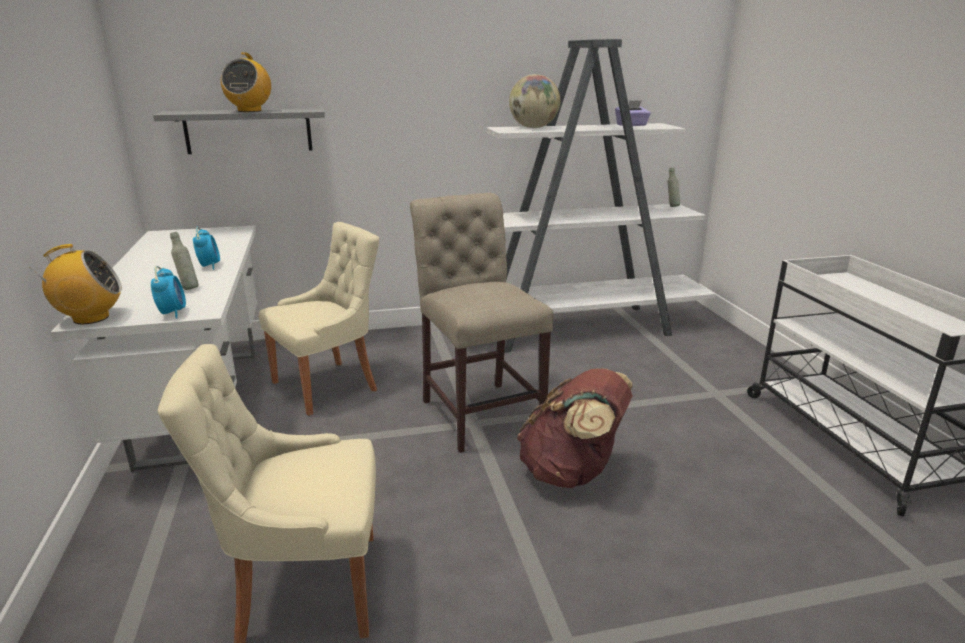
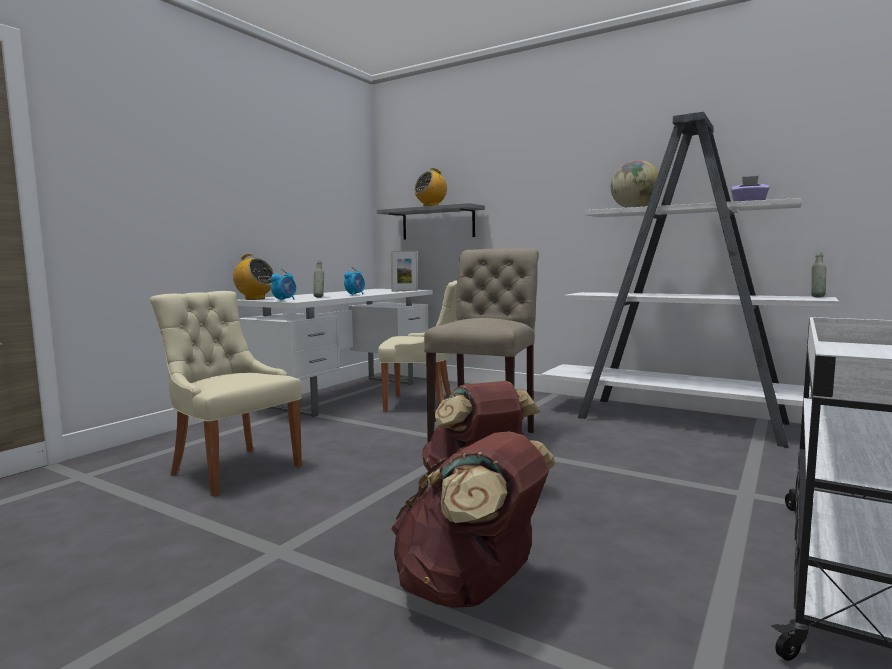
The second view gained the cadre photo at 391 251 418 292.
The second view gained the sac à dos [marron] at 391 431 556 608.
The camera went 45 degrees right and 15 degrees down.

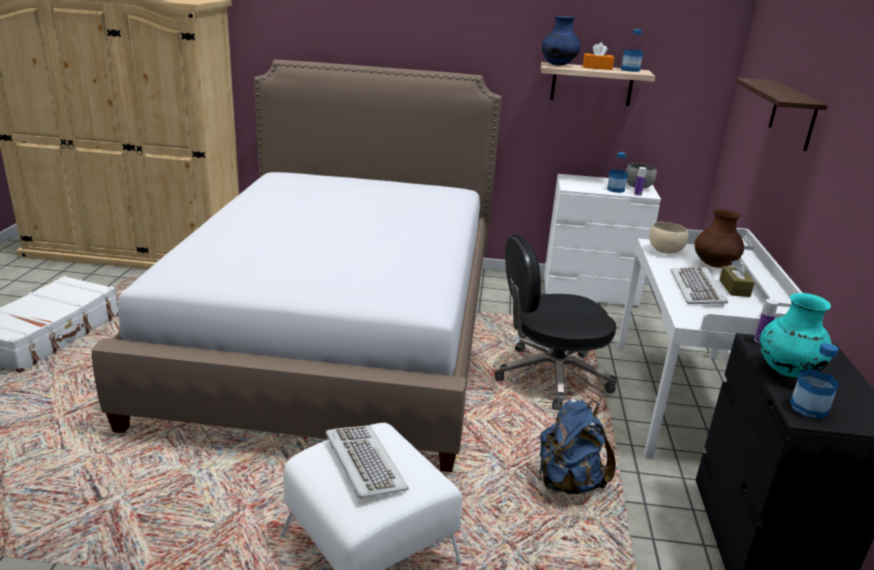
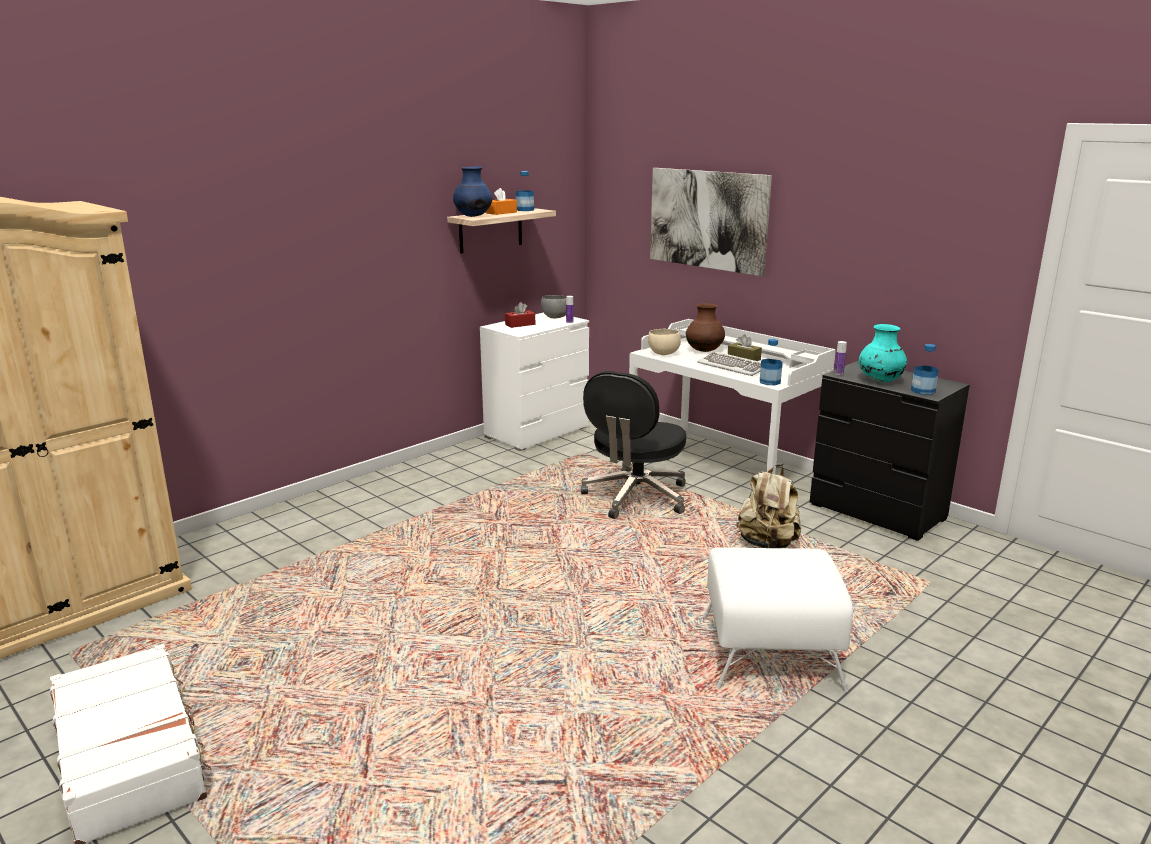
The second view lost the lit at 92 60 502 472.
Where the étagère hung at 735 78 828 151, the tableau came to hang at 650 168 772 276.
The bouteille ended up elsewhere, having gone from 607 152 628 193 to 760 339 783 385.
What was the sac à dos [bleu] at 538 398 616 494 turned into the sac à dos [beige] at 736 464 801 548.
The second view lost the clavier at 326 425 409 499.
The second view gained the boîte à mouchoirs [rouge] at 505 302 535 328.
The camera went 50 degrees left and 5 degrees down.

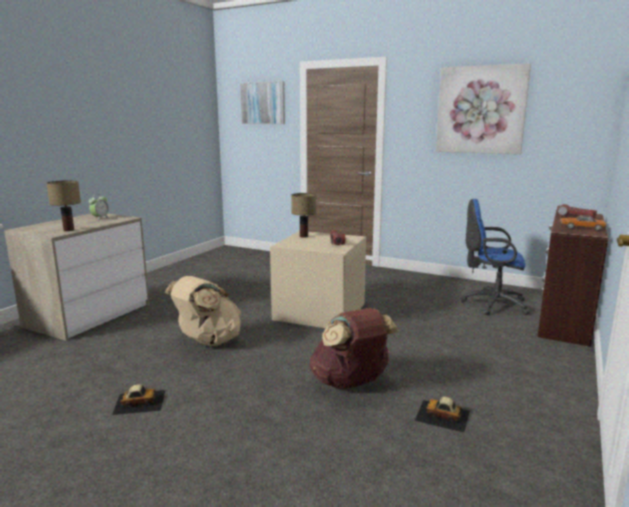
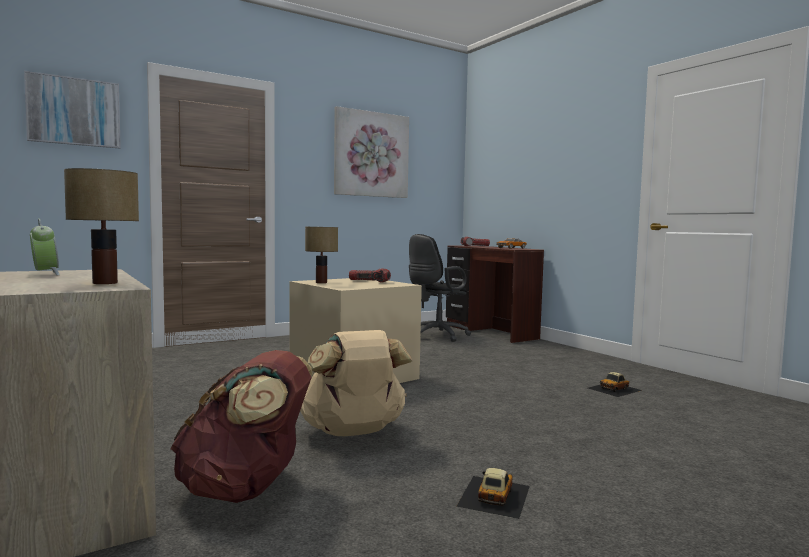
What was the chaise de bureau [bleu] at 461 199 530 315 turned into the chaise de bureau [noir] at 409 234 471 342.
The sac à dos [marron] ended up elsewhere, having gone from 309 308 400 389 to 171 350 313 503.
The camera went 60 degrees left and 10 degrees down.

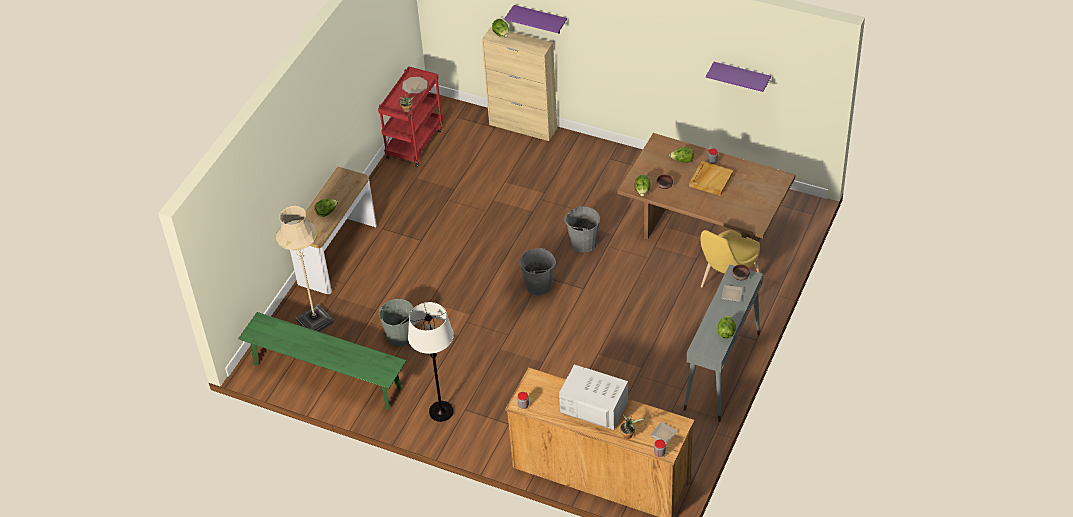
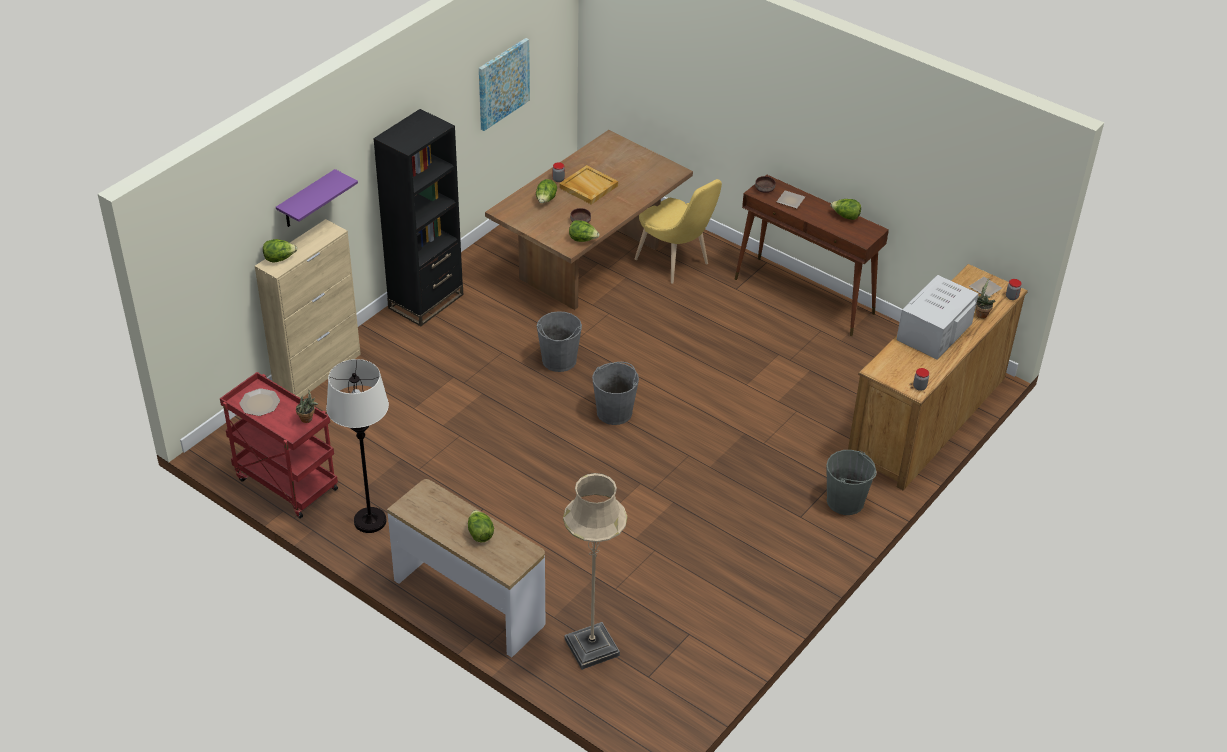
Where the étagère [violet] hung at 706 62 771 92, the tableau came to hang at 479 38 530 131.
What was the table console [gris] at 684 264 763 422 turned into the table console [marron] at 735 175 889 336.
The seau [gris] ended up elsewhere, having gone from 379 299 414 346 to 826 450 876 515.
The lampadaire [blanc] ended up elsewhere, having gone from 408 302 454 422 to 326 359 389 533.
The second view lost the banc [vert] at 238 312 406 410.
The second view gained the bibliothèque [noir] at 373 109 463 326.
The camera went 80 degrees left and 5 degrees down.

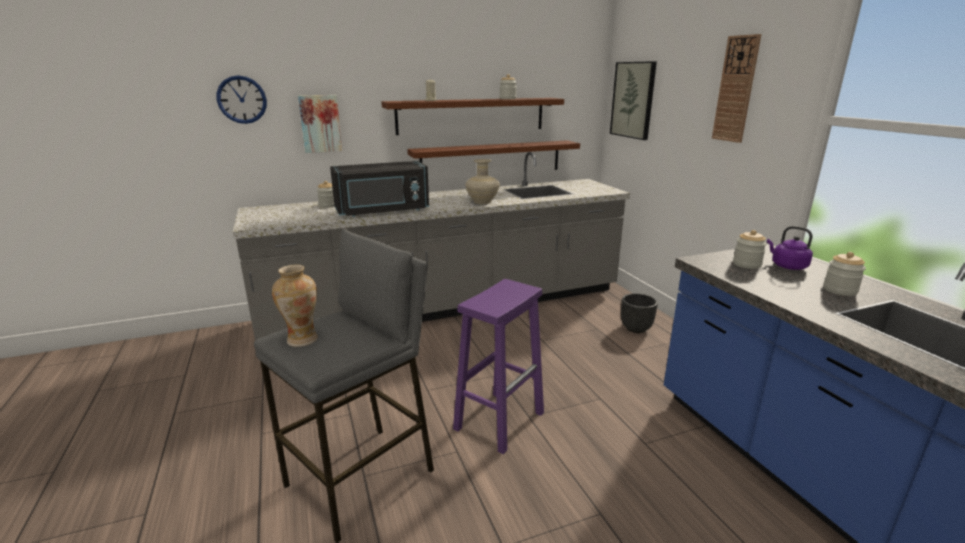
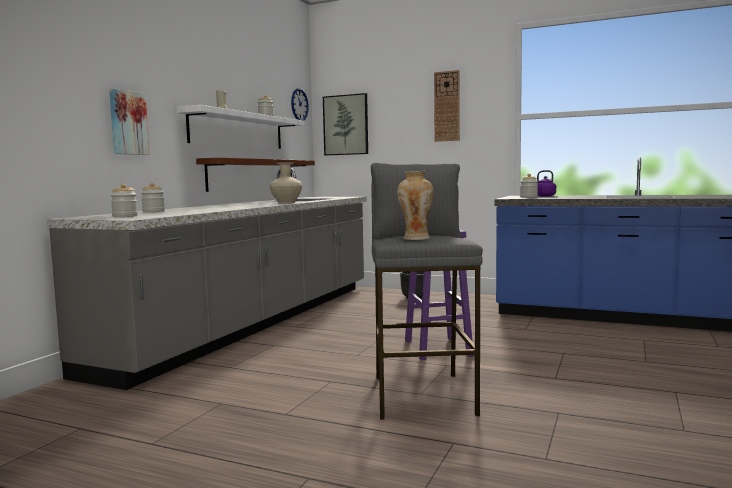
The horloge murale ended up elsewhere, having gone from 216 75 267 124 to 291 88 309 121.
What was the étagère [marron] at 381 98 564 135 turned into the étagère [blanc] at 177 105 304 149.
The second view lost the micro-ondes [noir] at 330 161 429 217.
The bocal ended up elsewhere, having gone from 823 252 866 296 to 111 184 138 217.
The camera went 45 degrees left and 15 degrees down.

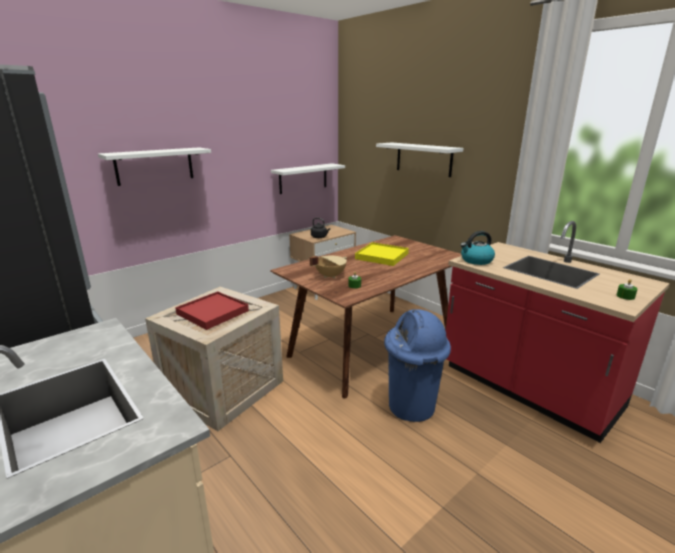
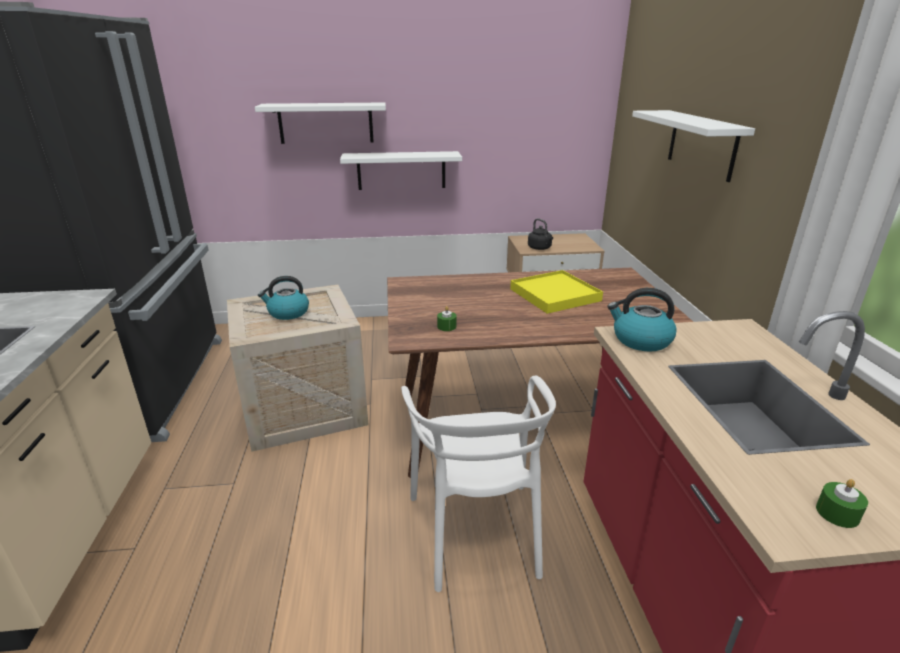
The étagère [blanc] ended up elsewhere, having gone from 271 163 345 194 to 340 151 462 190.
The second view lost the marmite [beige] at 310 256 347 279.
Where the plateau [rouge] stood at 175 291 249 330, the bouilloire came to stand at 258 276 309 320.
Where the poubelle [bleu] stood at 384 309 451 422, the chaise [blanc] came to stand at 401 376 556 592.
The camera went 35 degrees right and 5 degrees up.

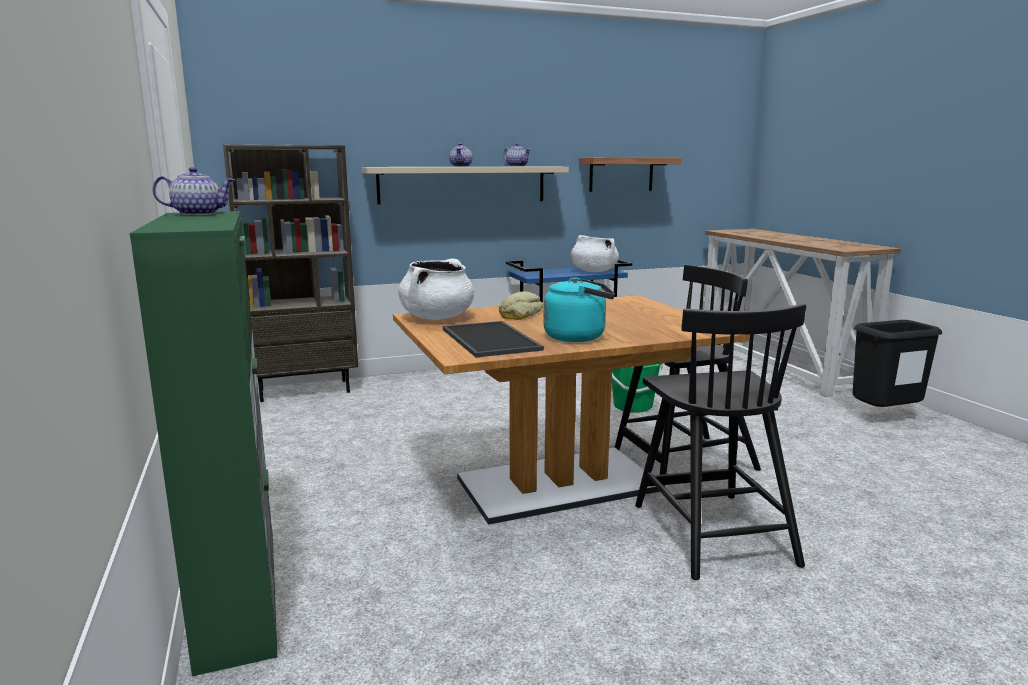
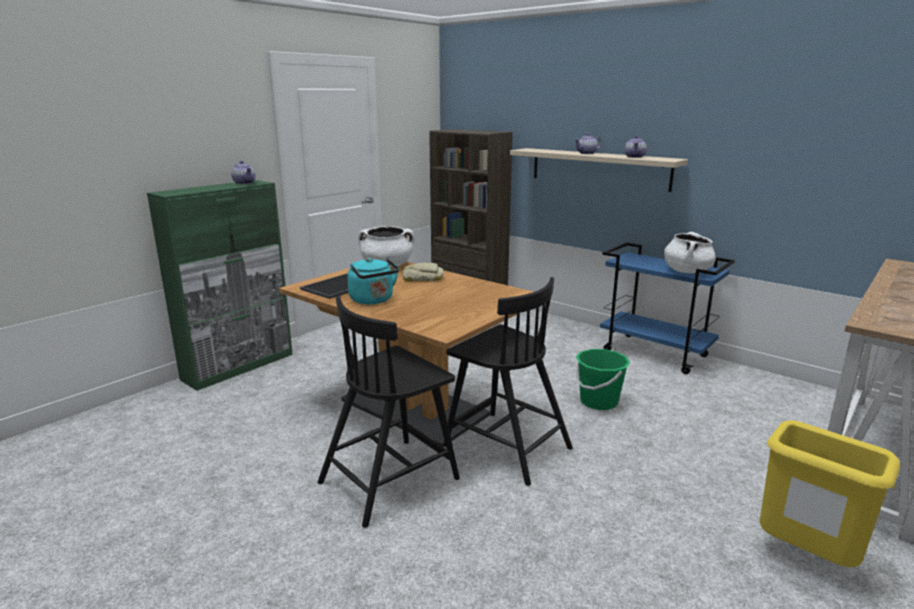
The second view lost the étagère at 579 158 681 192.
What was the poubelle [noir] at 852 320 942 407 turned into the poubelle [jaune] at 759 420 900 567.
The camera went 60 degrees right and 5 degrees up.

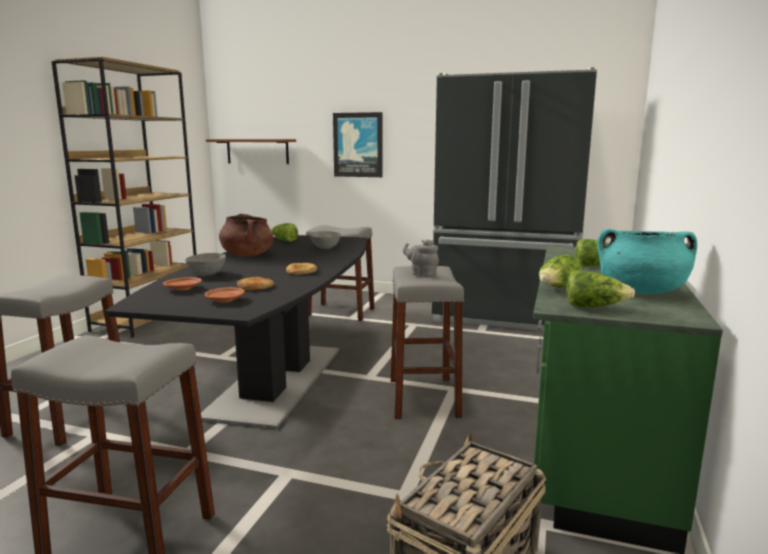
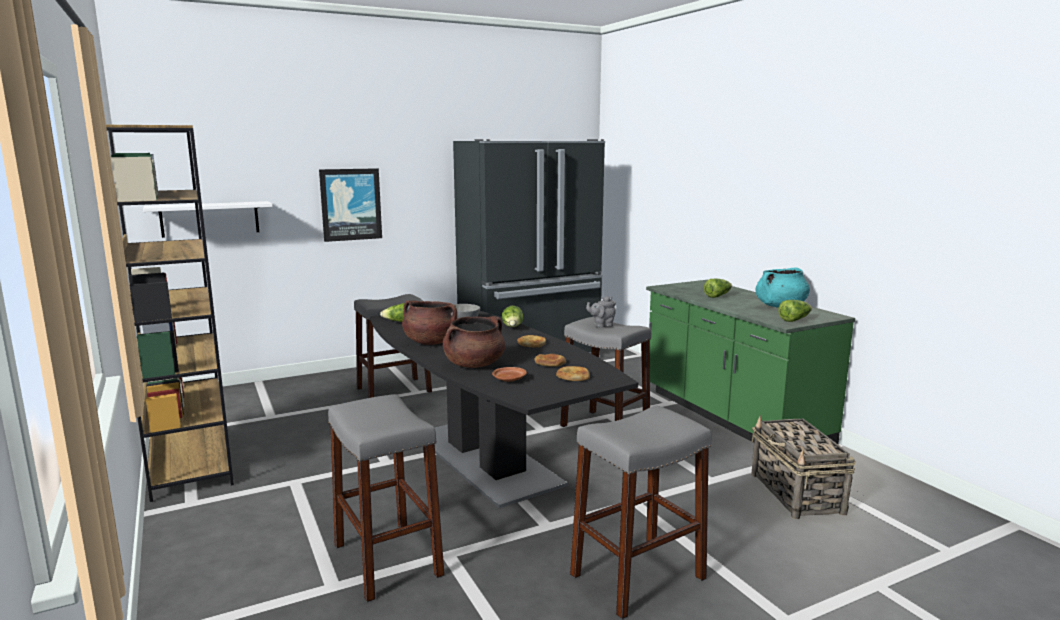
What was the étagère [marron] at 206 139 296 164 turned into the étagère [blanc] at 143 201 273 238.
Where the bol [gris] stood at 185 253 226 276, the marmite [marron] came to stand at 443 316 505 368.
The laitue ended up elsewhere, having gone from 539 254 582 287 to 502 306 523 327.
Where the assiette [marron] stood at 205 287 245 302, the pain came to stand at 556 366 590 381.
The camera went 45 degrees left and 0 degrees up.

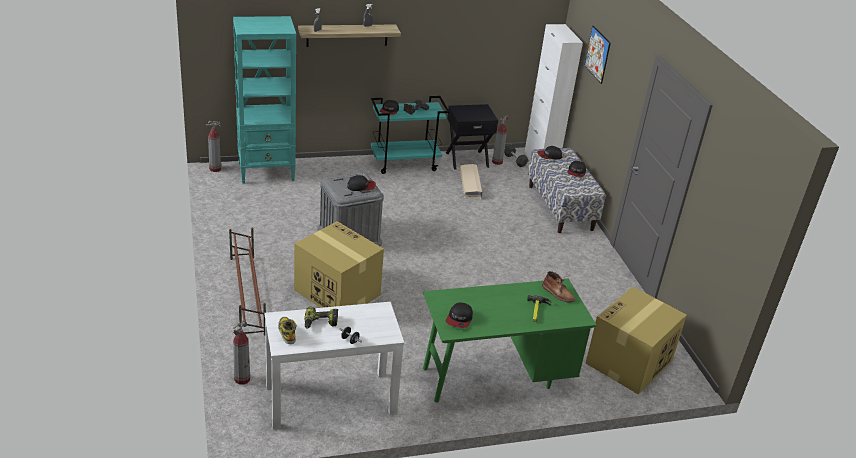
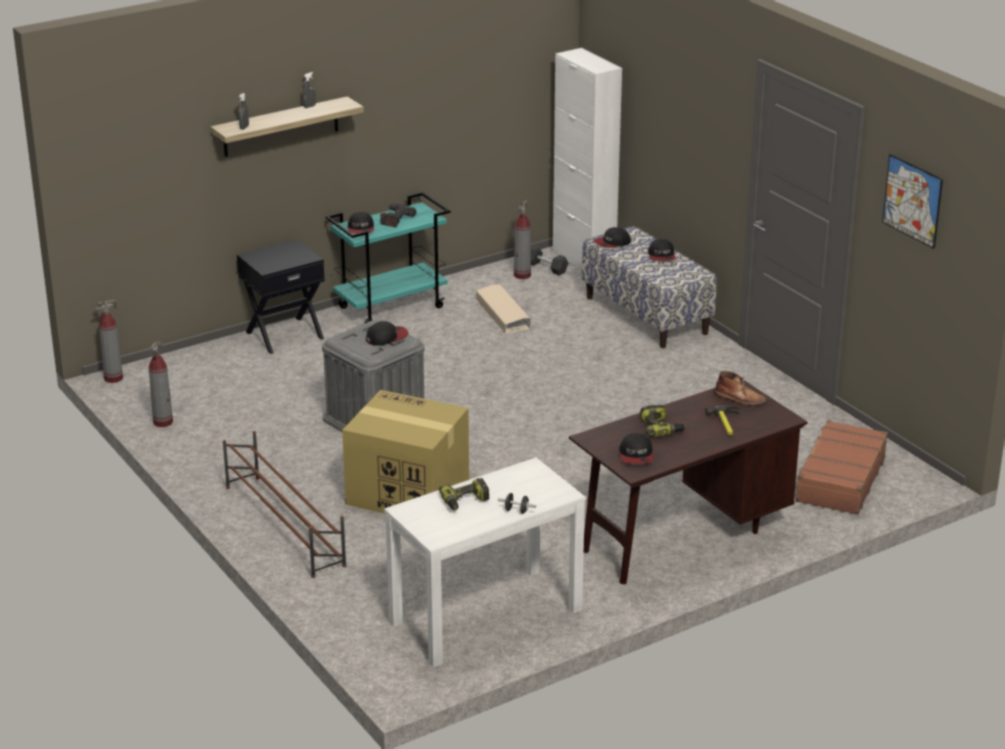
The second view lost the bibliothèque [turquoise] at 233 16 296 184.
The tableau ended up elsewhere, having gone from 584 26 611 84 to 882 154 943 249.
The table de chevet [noir] ended up elsewhere, having gone from 446 104 498 170 to 237 239 325 354.
What was the bureau [vert] at 423 278 597 403 turned into the bureau [marron] at 569 380 807 584.
Where the carton stood at 586 287 687 395, the valise [marron] came to stand at 795 420 888 515.
The second view lost the botte at 278 317 297 344.
The extincteur ended up elsewhere, having gone from 233 320 250 385 to 149 341 173 427.
The second view gained the perceuse at 640 405 686 436.
The camera went 15 degrees left and 5 degrees down.

